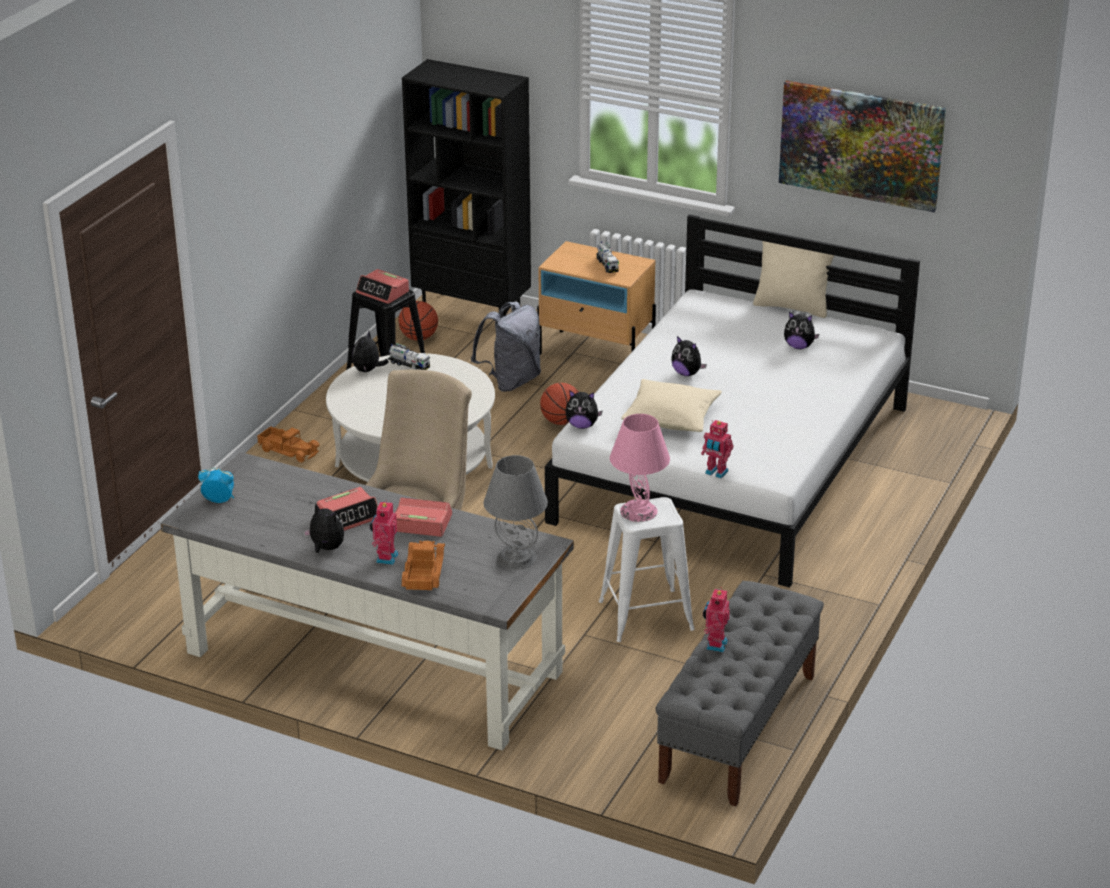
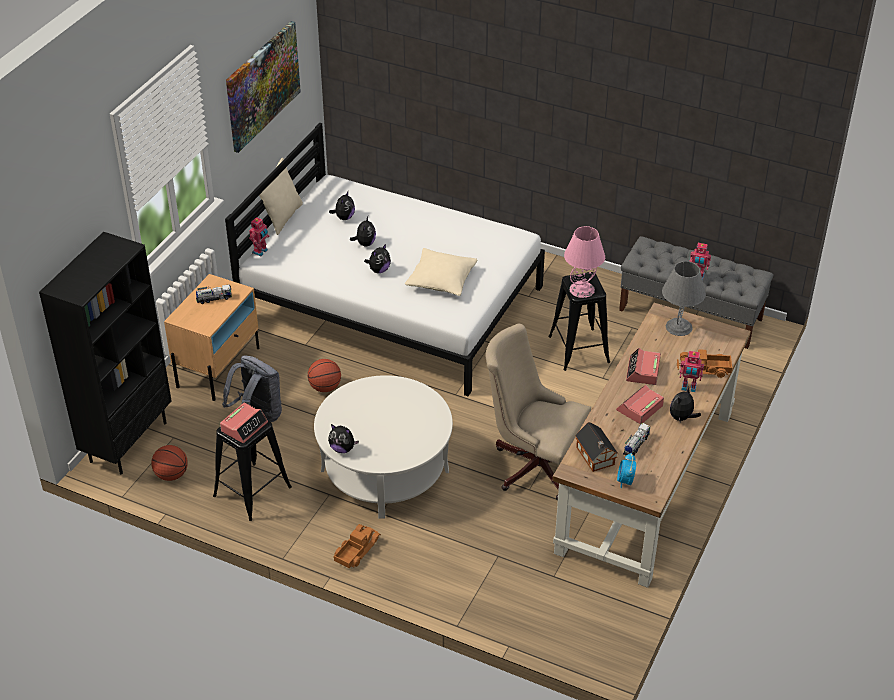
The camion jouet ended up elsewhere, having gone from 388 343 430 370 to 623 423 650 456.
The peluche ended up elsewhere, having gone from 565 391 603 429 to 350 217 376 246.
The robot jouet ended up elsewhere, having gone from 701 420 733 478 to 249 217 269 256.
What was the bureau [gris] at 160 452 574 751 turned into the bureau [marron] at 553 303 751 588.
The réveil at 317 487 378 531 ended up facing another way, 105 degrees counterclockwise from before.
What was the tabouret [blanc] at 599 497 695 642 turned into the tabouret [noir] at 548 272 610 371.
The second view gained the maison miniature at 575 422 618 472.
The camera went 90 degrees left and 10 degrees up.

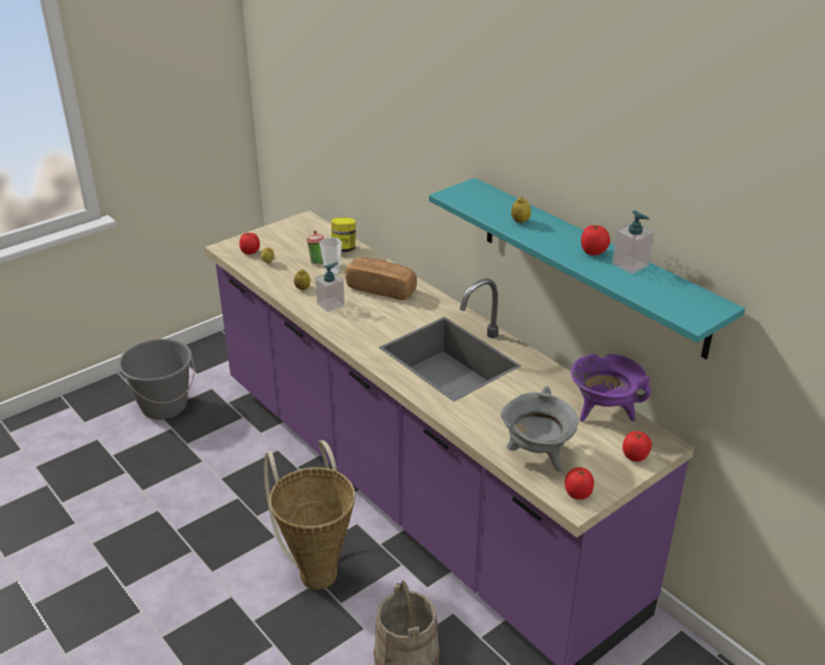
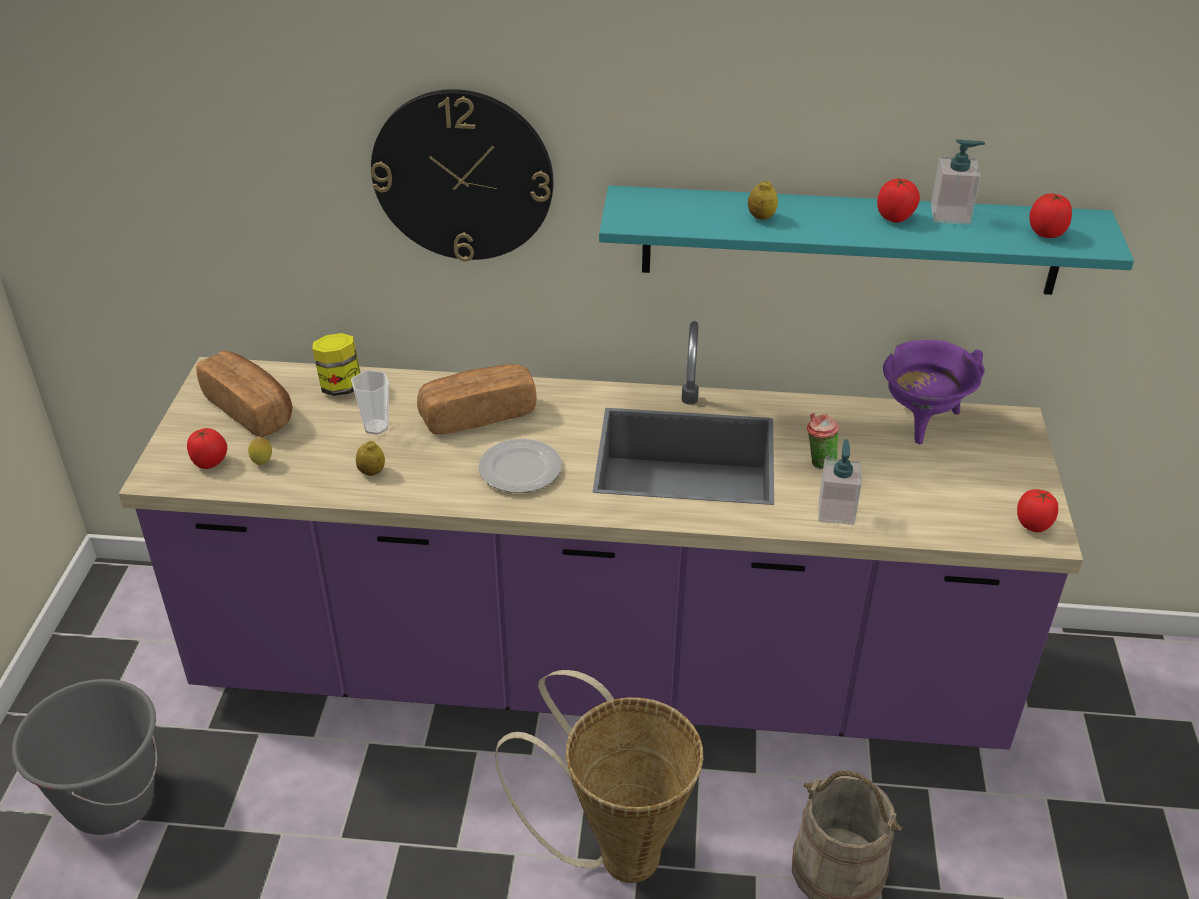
The tasse ended up elsewhere, having gone from 307 231 324 264 to 807 413 840 469.
The distributeur de savon ended up elsewhere, having gone from 315 262 345 312 to 818 439 862 525.
The second view lost the marmite [gris] at 501 386 579 471.
The tomate ended up elsewhere, having gone from 623 431 652 462 to 1029 194 1072 238.
The second view gained the horloge murale at 371 89 554 262.
The second view gained the pain at 196 351 292 438.
The second view gained the assiette at 478 439 562 493.
The camera went 45 degrees left and 5 degrees up.

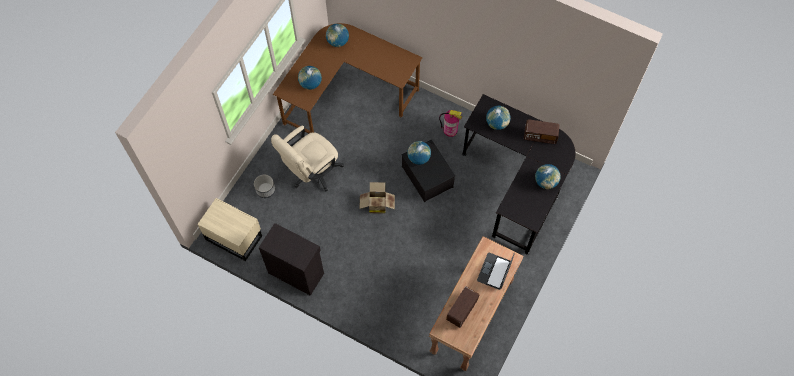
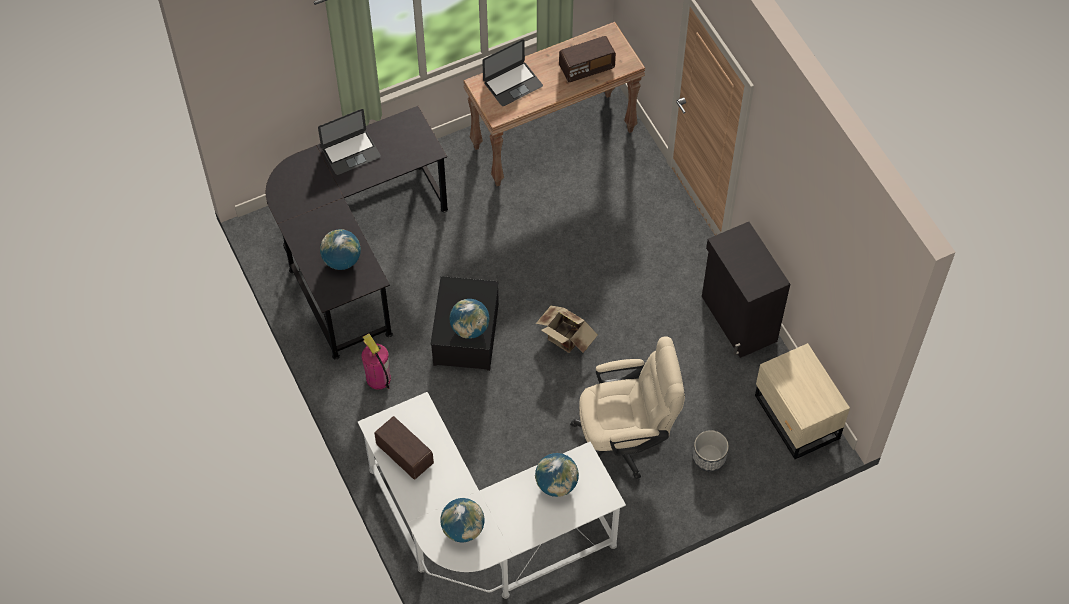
What was the bureau [marron] at 273 23 423 134 turned into the bureau [blanc] at 358 392 626 599.
The radio ended up elsewhere, having gone from 524 119 560 144 to 374 416 434 480.
Where the globe stood at 535 164 561 189, the ordinateur portable came to stand at 318 109 381 175.
The camera went 145 degrees left and 5 degrees down.

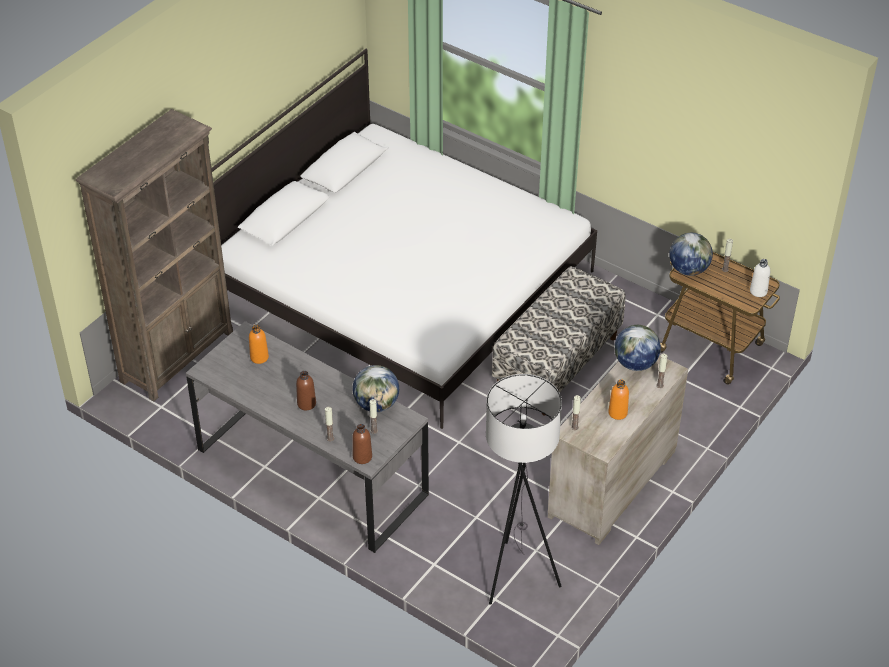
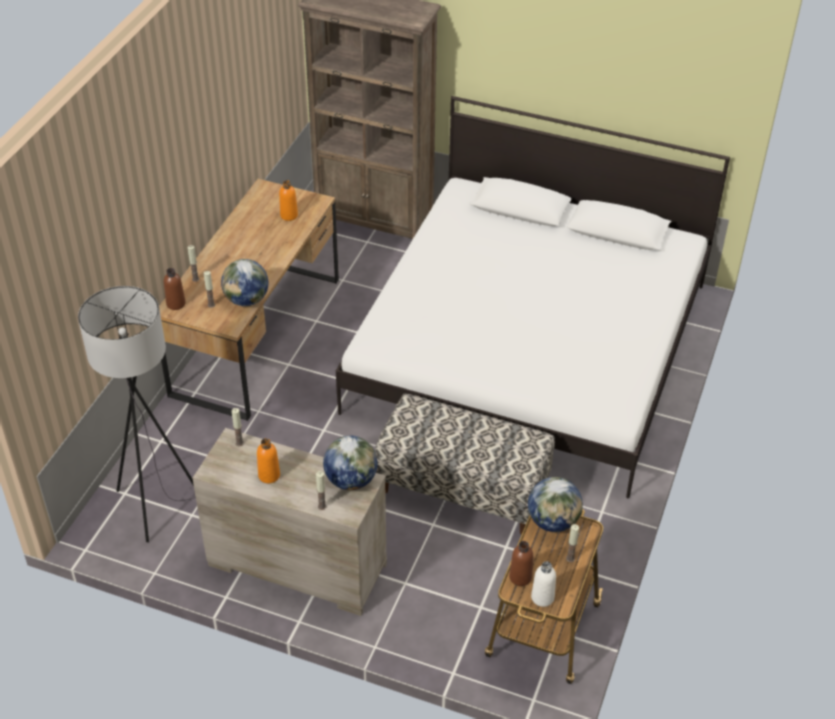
What was the bureau [gris] at 186 321 429 553 turned into the bureau [marron] at 159 179 339 421.
The bouteille [marron] ended up elsewhere, having gone from 296 371 316 410 to 509 541 533 586.
The camera went 75 degrees right and 0 degrees up.

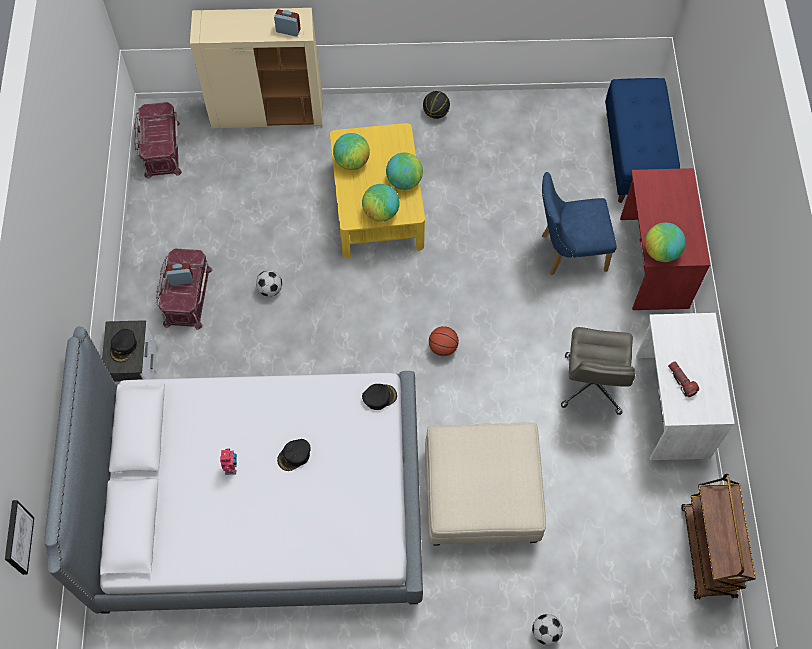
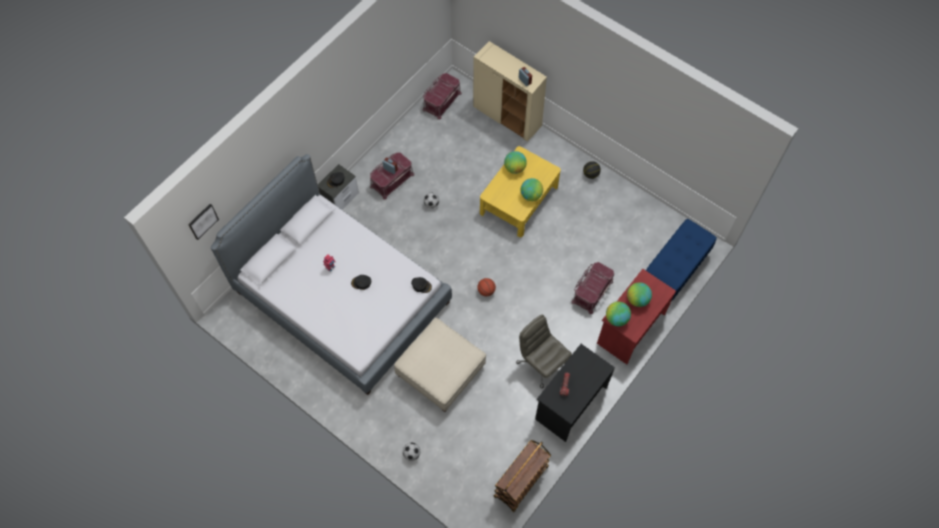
Where the chaise [bleu] stood at 542 172 617 275, the boîte de rangement [rouge] came to stand at 571 262 614 314.
The globe ended up elsewhere, having gone from 362 184 400 222 to 627 282 652 307.
What was the bureau [blanc] at 636 313 735 460 turned into the bureau [noir] at 535 344 615 442.
The chaise de bureau [gris] at 561 327 635 415 ended up facing another way, 90 degrees clockwise from before.
The camera went 40 degrees right and 0 degrees up.

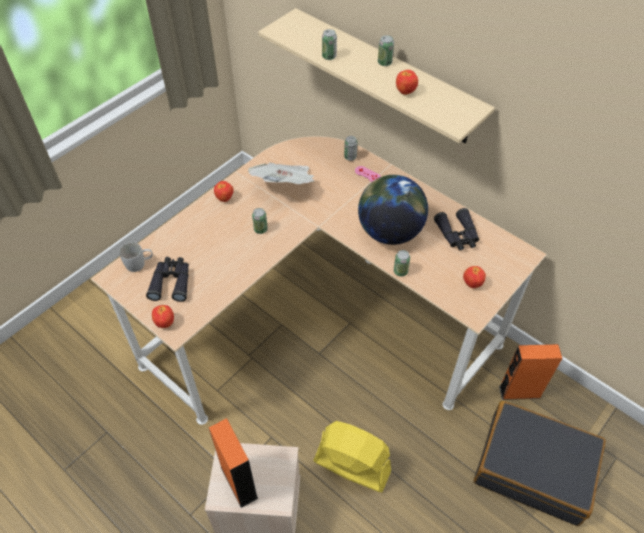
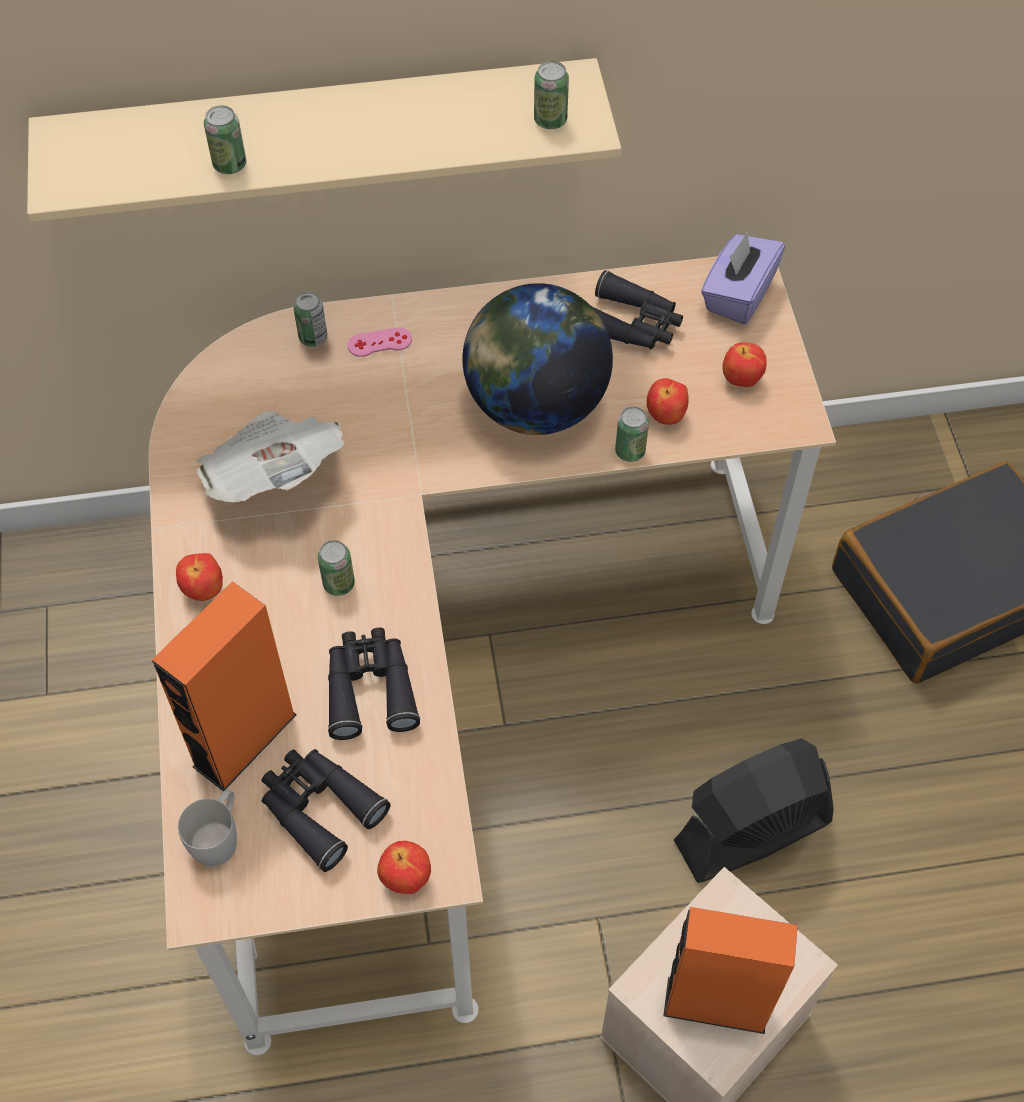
The boîte métallique ended up elsewhere, having gone from 378 35 394 66 to 534 61 569 129.
The pomme ended up elsewhere, having gone from 396 70 418 95 to 647 378 688 425.
The enceinte [orange] ended up elsewhere, having gone from 499 344 562 400 to 152 581 297 791.
What was the ventilateur [jaune] at 313 421 391 492 turned into the ventilateur [noir] at 674 738 834 883.
The second view gained the boîte à mouchoirs [violet] at 701 233 785 324.
The second view gained the jumelles [noir] at 328 628 420 740.
The camera went 50 degrees left and 5 degrees up.

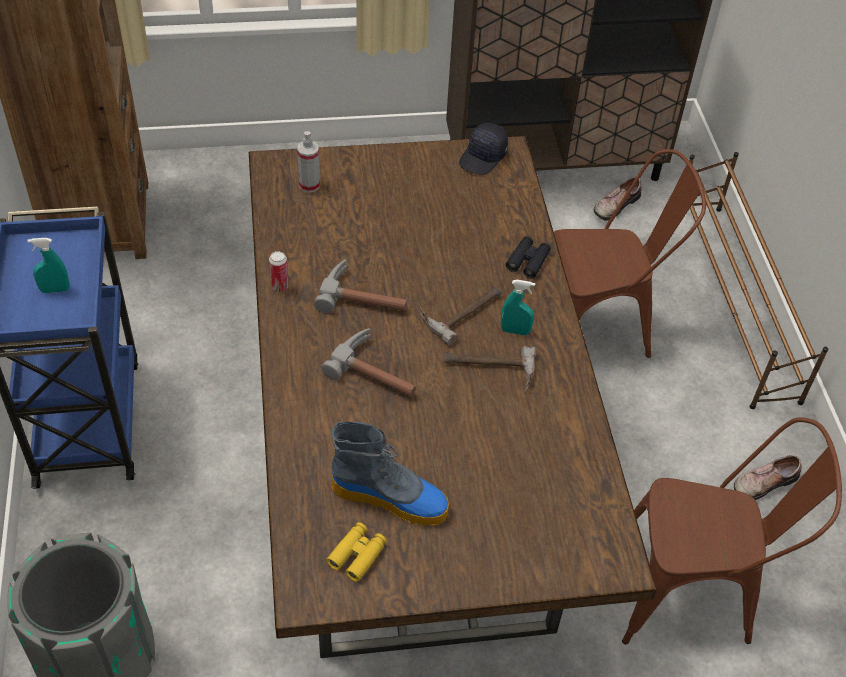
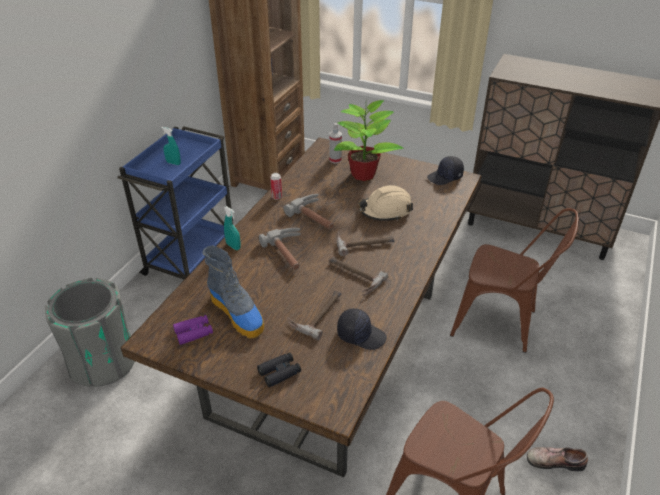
The second view lost the étagère à chaussures [marron] at 689 152 828 409.
The second view lost the chaussure at 594 177 642 221.
The jumelles [noir] ended up elsewhere, having gone from 506 236 551 278 to 257 352 301 387.
The vaporisateur [turquoise] ended up elsewhere, having gone from 501 280 535 335 to 224 206 241 250.
What was the jumelles [jaune] at 326 522 387 582 turned into the jumelles [violet] at 173 315 213 345.
The second view gained the plante en pot at 334 98 403 181.
The second view gained the casque de chantier [beige] at 358 185 413 221.
The second view gained the marteau at 288 291 342 340.
The second view gained the casquette [noir] at 337 308 387 350.
The camera went 35 degrees right and 10 degrees down.

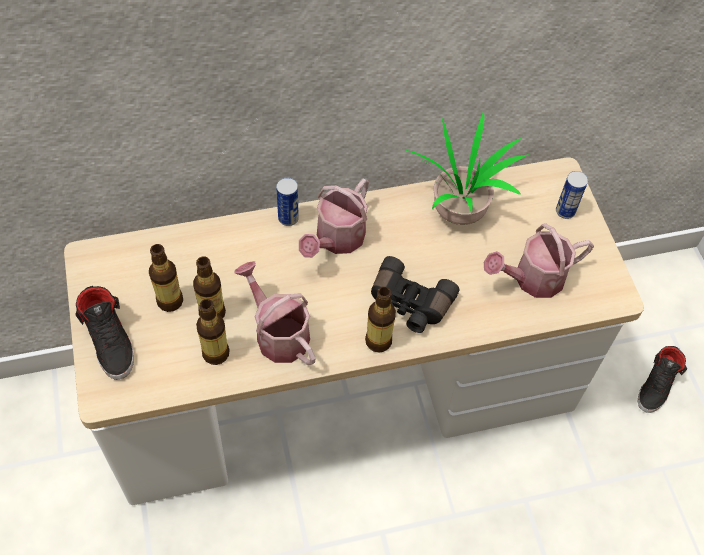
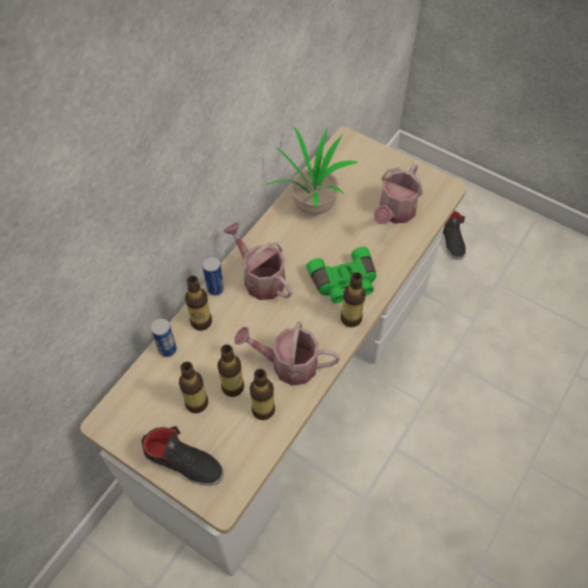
The boîte métallique ended up elsewhere, having gone from 556 171 588 219 to 151 318 177 357.
The arrosoir at 299 179 369 258 ended up facing another way, 150 degrees clockwise from before.
What was the jumelles [noir] at 371 256 460 333 turned into the jumelles [vert] at 306 247 377 303.
The second view gained the bouteille at 185 276 212 331.
The camera went 40 degrees left and 0 degrees up.

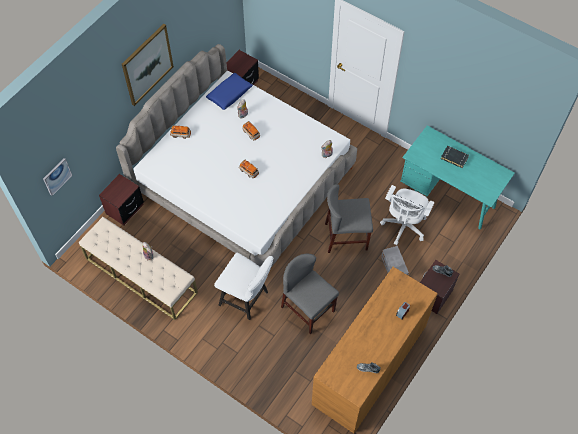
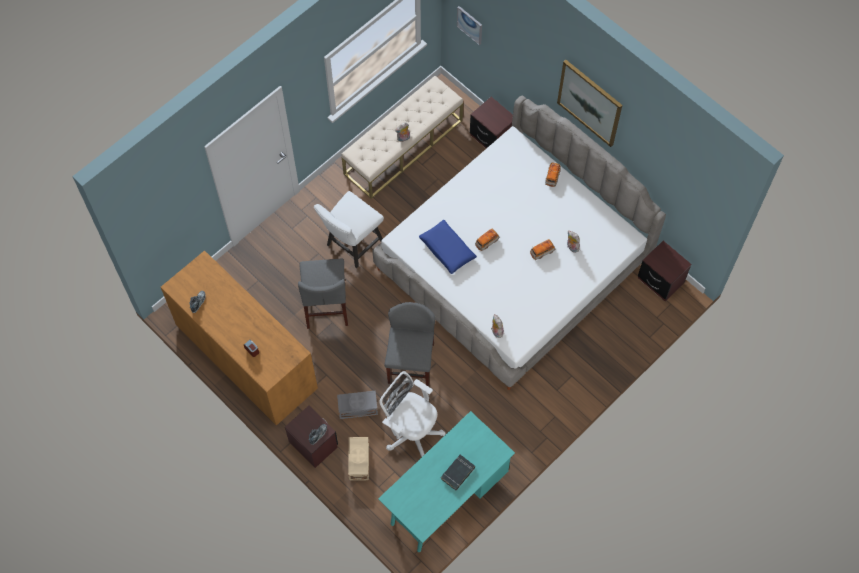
The coussin [bleu] ended up elsewhere, having gone from 206 73 253 110 to 419 220 477 274.
The chaise [gris] at 281 254 339 334 ended up facing another way, 120 degrees clockwise from before.
The second view gained the boîte de rangement [beige] at 348 437 369 481.
The camera went 100 degrees right and 5 degrees up.

